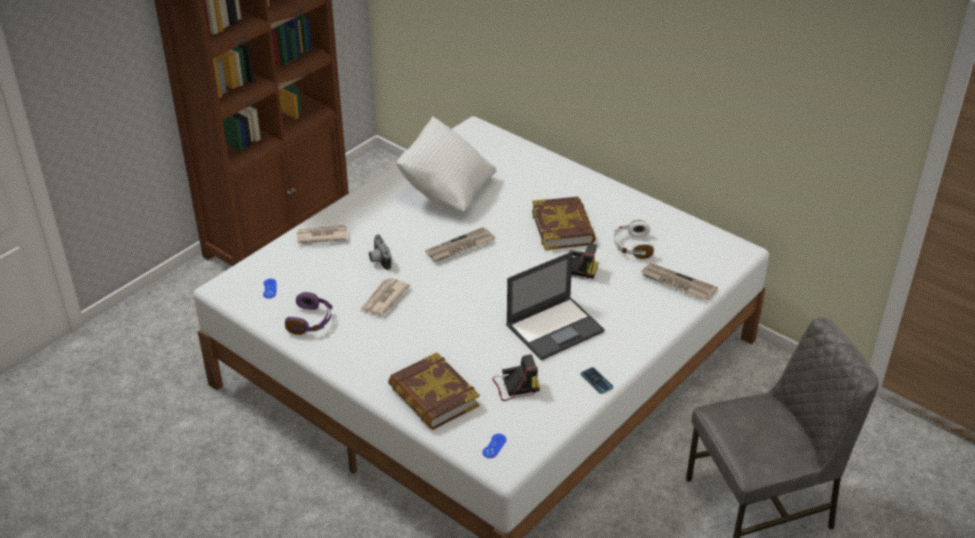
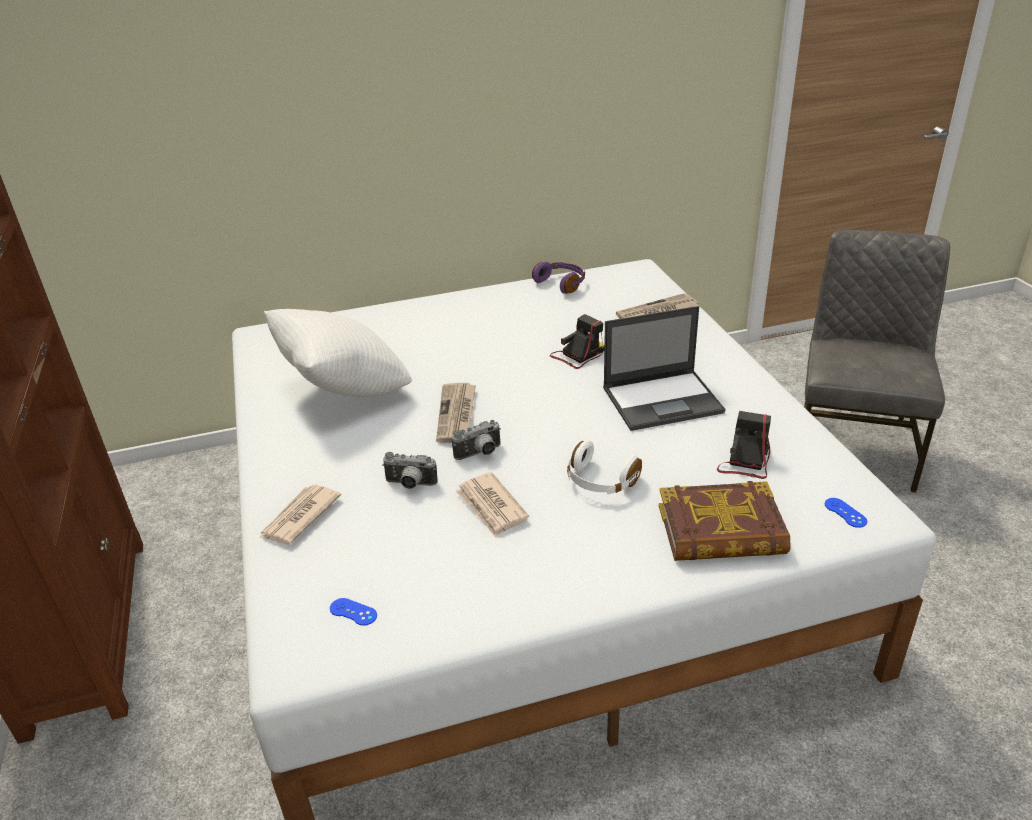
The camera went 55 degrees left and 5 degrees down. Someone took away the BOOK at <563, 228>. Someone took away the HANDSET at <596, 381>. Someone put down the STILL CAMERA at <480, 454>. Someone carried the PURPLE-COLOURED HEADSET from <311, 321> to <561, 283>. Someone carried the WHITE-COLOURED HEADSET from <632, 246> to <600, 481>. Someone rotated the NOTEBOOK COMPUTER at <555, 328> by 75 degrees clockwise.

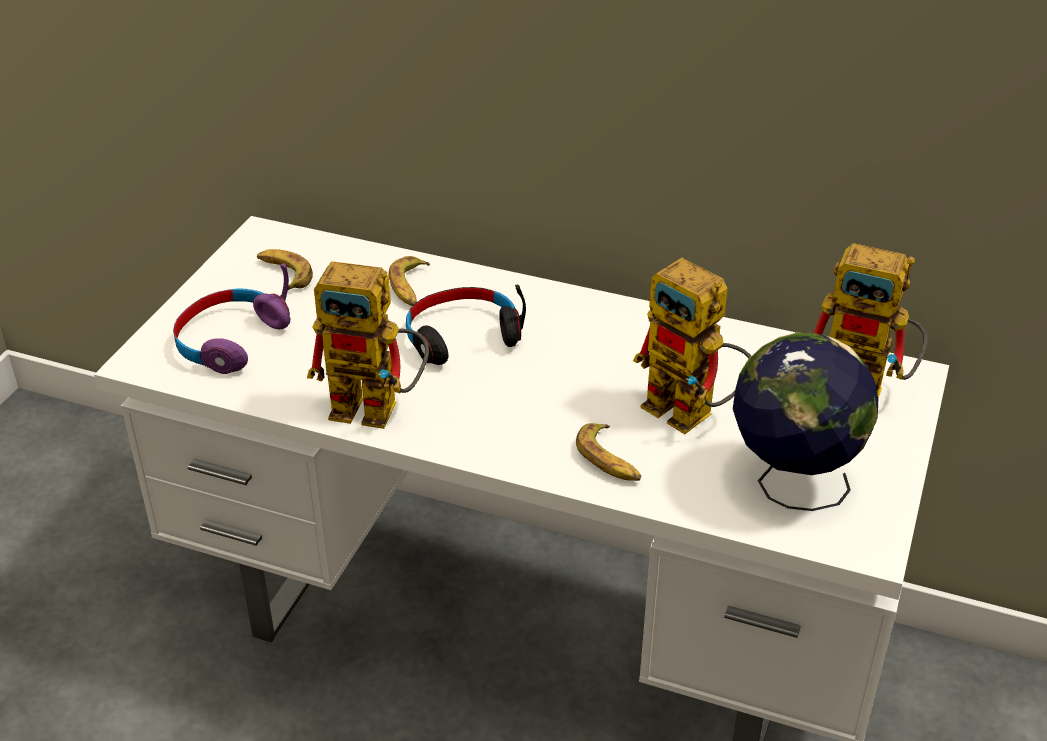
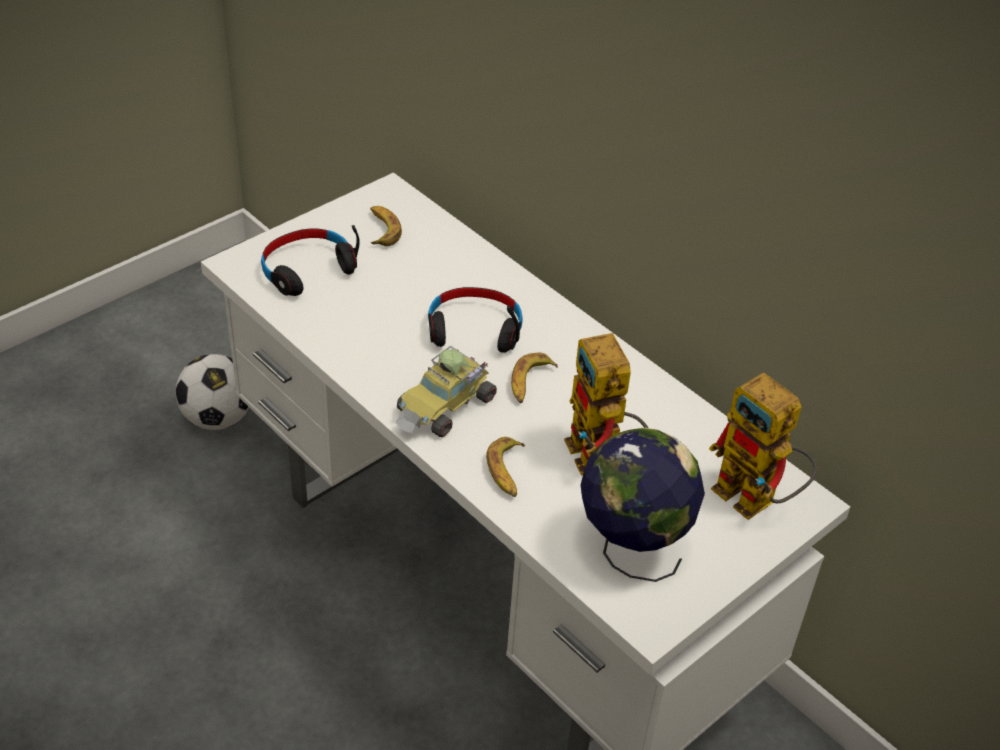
The camera went 25 degrees right and 5 degrees up. Someone took away the TOY ROBOT at <379, 408>. Someone put down the FOOTBALL BALL at <218, 418>. Someone put down the MINIATURE CAR at <446, 406>. Someone carried the BANANA FRUIT from <410, 288> to <529, 383>. Someone repainted the PURPLE-COLOURED HEADSET at <230, 340>, which became the BLACKISH HEADSET at <307, 270>.

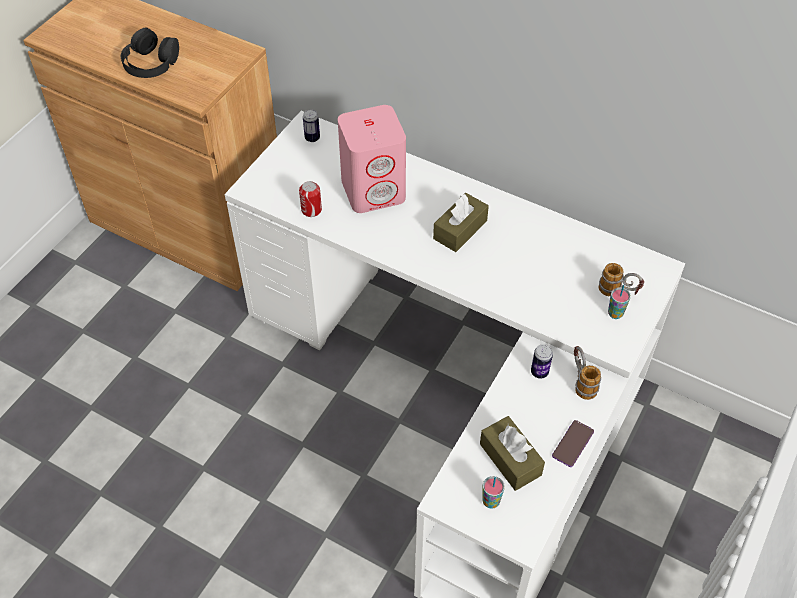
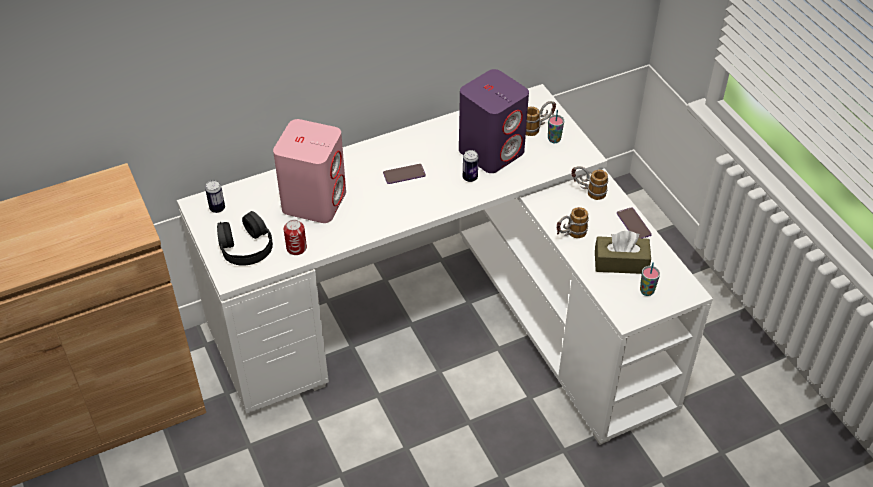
The camera went 55 degrees left and 5 degrees down. Someone put down the PURPLE-COLOURED LOUDSPEAKER at <492, 151>. Someone put down the TEA MUG at <570, 235>. Someone carried the BLACKISH HEADSET from <151, 62> to <246, 246>. Someone carried the SEALED CAN from <539, 372> to <470, 178>. Someone swapped the BROWN TISSUE HOLDER at <460, 230> for the HANDSET at <404, 174>.

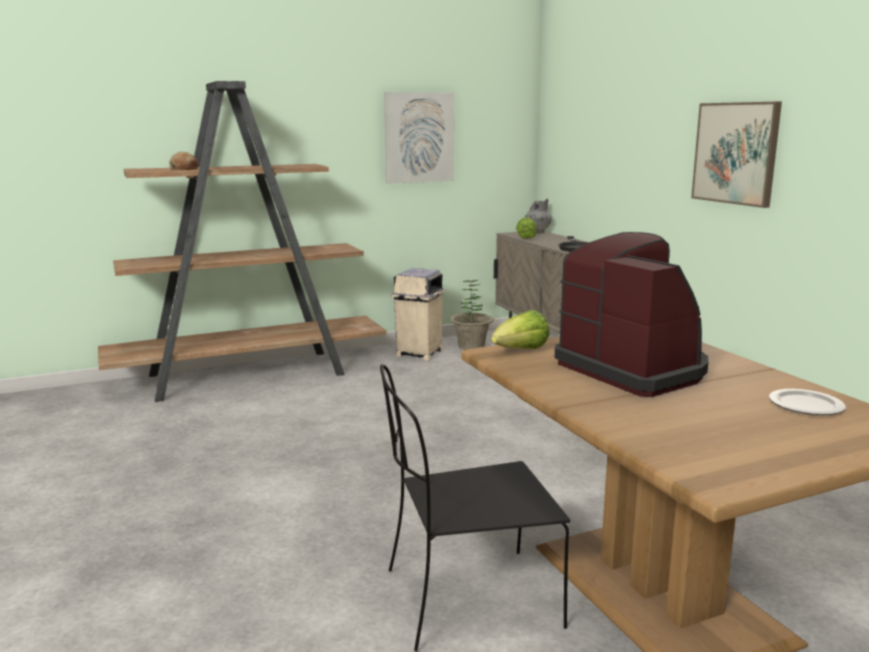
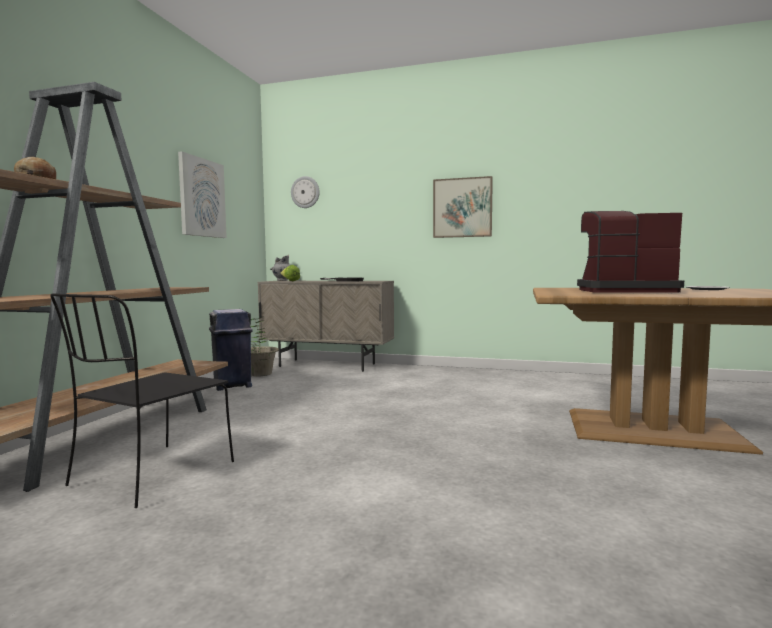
The camera went 50 degrees left and 10 degrees down. Someone took away the LETTUCE HEAD at <520, 351>. Someone put up the HANGING CLOCK at <305, 192>. Someone carried the BLACKISH CHAIR from <467, 599> to <150, 475>. Someone repainted the BEIGE TRASH CAN at <419, 353>, which became the BLUE-COLOURED TRASH CAN at <232, 385>.

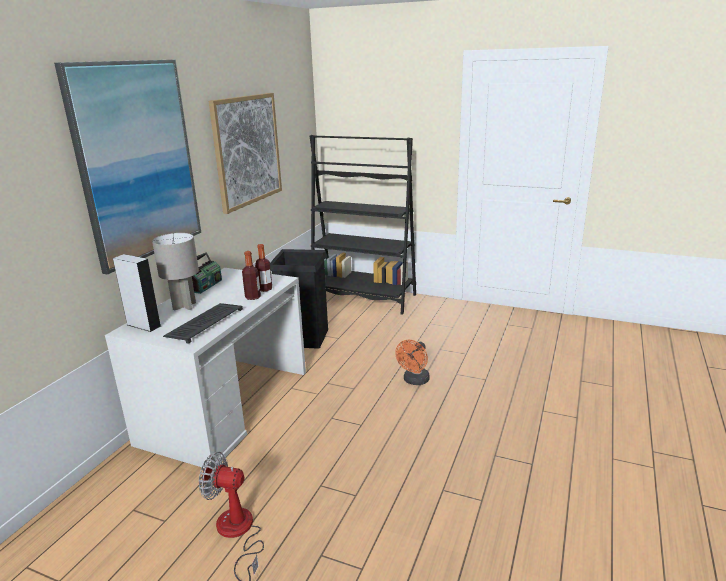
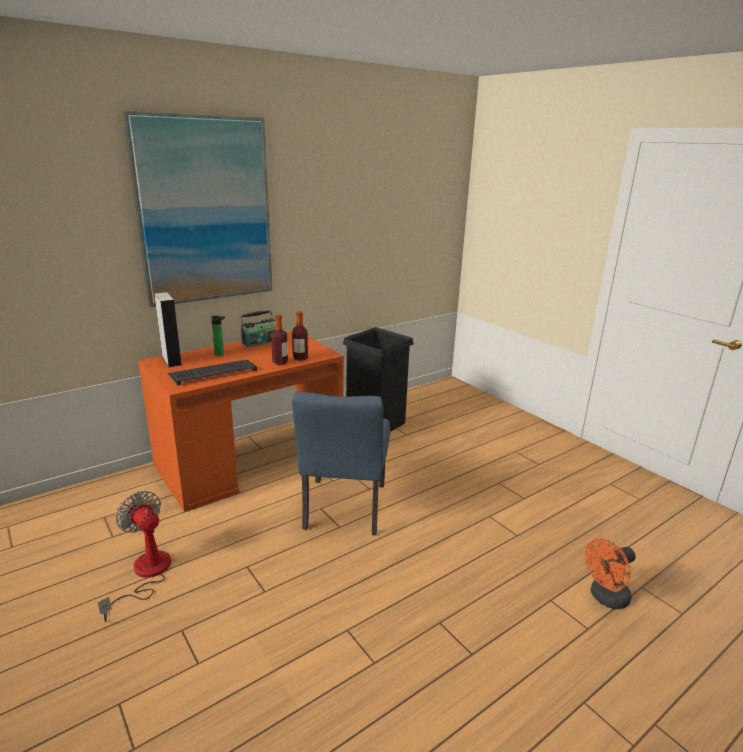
The camera went 30 degrees right and 0 degrees up. Someone took away the PICTURE at <247, 150>. Someone took away the BLACKISH BOOKCASE at <364, 298>. Someone put down the BLUE-COLOURED CHAIR at <343, 511>. Someone carried the ORANGE COOLING FAN from <414, 381> to <605, 598>. Someone swapped the GREYISH TABLETOP LAMP at <185, 306> for the BOTTLE at <221, 354>. Someone repainted the WHITE-COLOURED DESK TABLE at <226, 406>, which became the ORANGE DESK TABLE at <250, 461>.

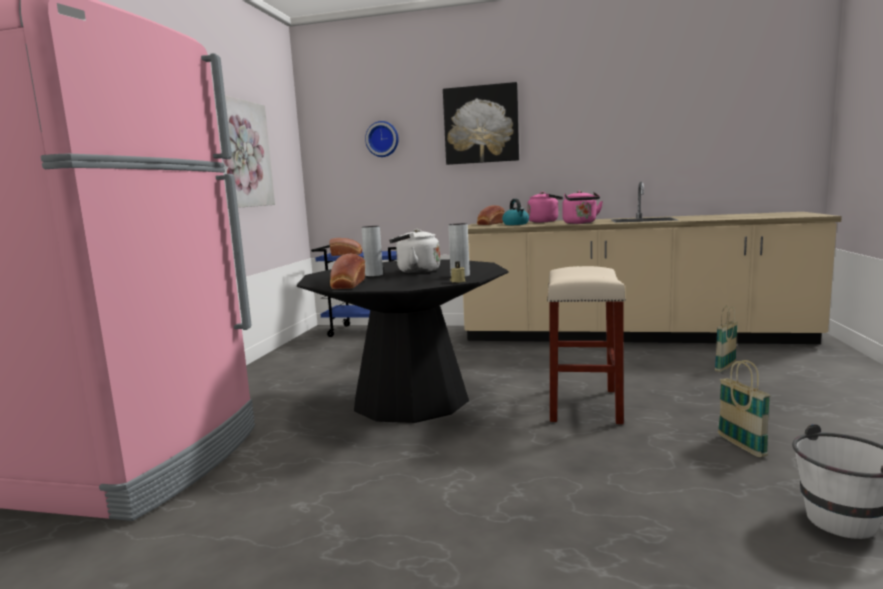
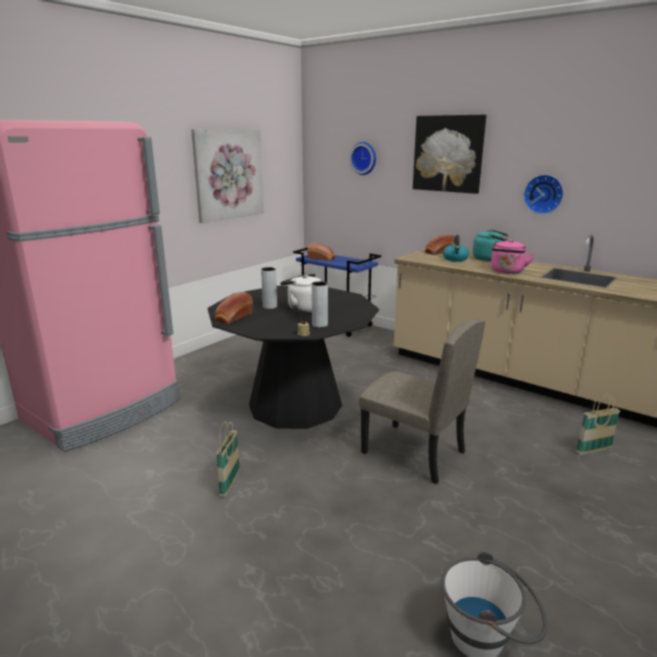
The camera went 25 degrees right and 10 degrees up. Someone put up the HANGING CLOCK at <544, 194>. Someone carried the BASKET from <741, 446> to <230, 484>. Someone swapped the BEIGE SITTING STOOL at <584, 405> for the BEIGE CHAIR at <413, 452>. Someone repainted the PINK-COLOURED TEA KETTLE at <545, 221>, which became the TURQUOISE-COLOURED TEA KETTLE at <489, 259>.

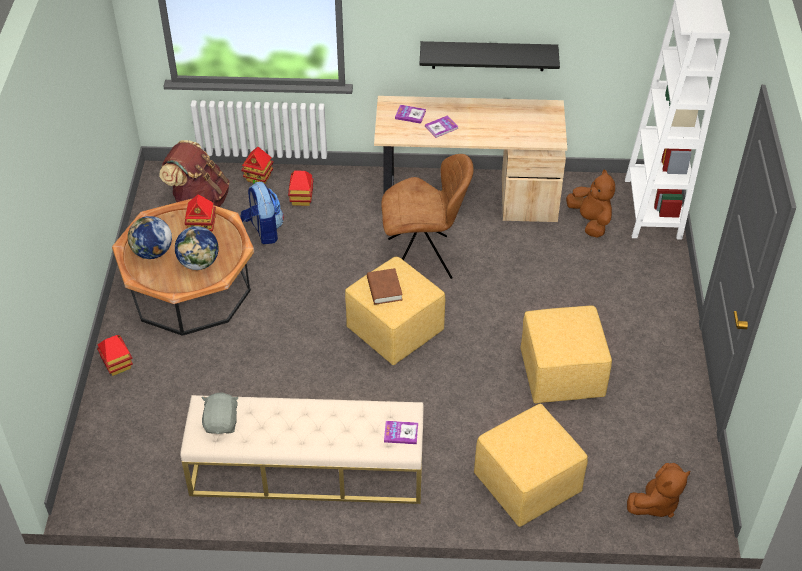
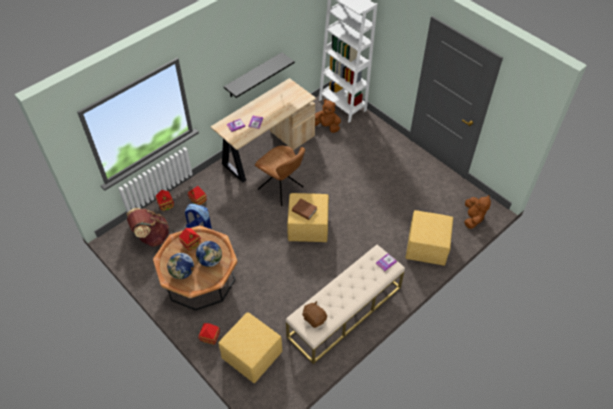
The camera went 45 degrees left and 5 degrees up. Someone carried the YELLOW FOOTREST from <560, 375> to <251, 356>. Someone repainted the GREYISH PLUSH TOY at <221, 423>, which became the BROWN PLUSH TOY at <314, 318>. Someone rotated the BROWN CHAIR at <423, 258> by 90 degrees clockwise.

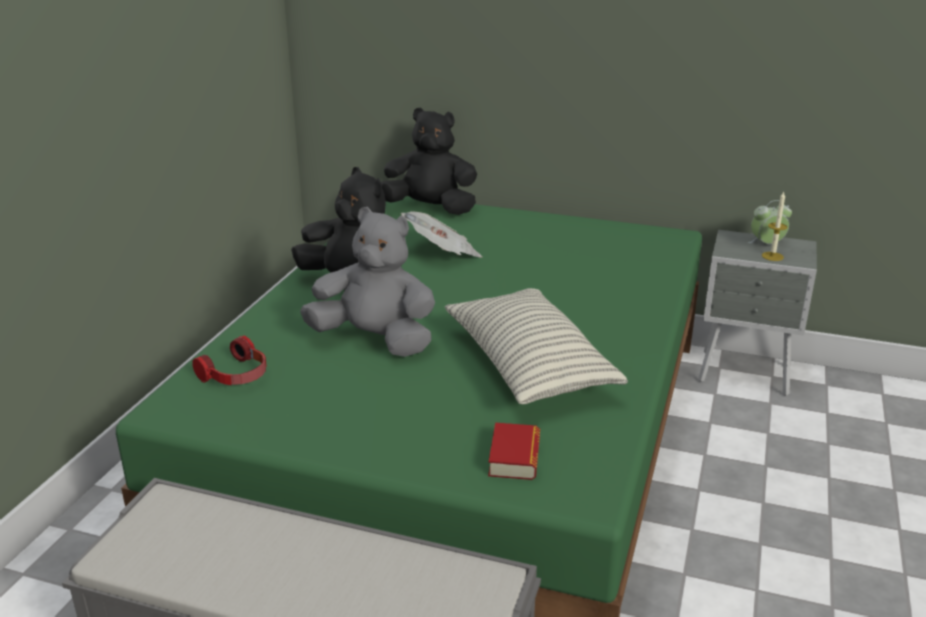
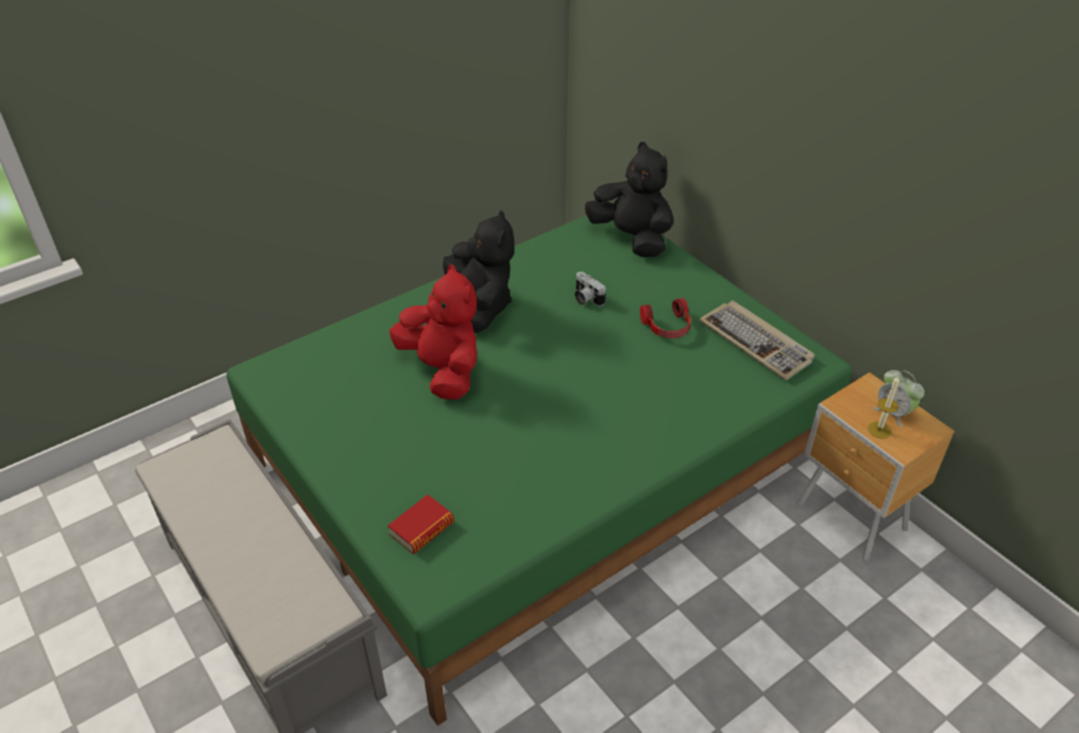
The camera went 35 degrees right and 15 degrees up. Someone took away the PILLOW at <528, 367>. Someone put down the COMPUTER KEYBOARD at <757, 343>. Someone carried the HEADSET from <236, 375> to <667, 327>. Someone swapped the PRINTED PAPER at <443, 254> for the STILL CAMERA at <586, 298>. Someone repainted the GREYISH PLUSH TOY at <375, 340>, which became the RED-COLOURED PLUSH TOY at <443, 370>. Someone repainted the GREYISH NIGHTSTAND at <746, 375>, which became the BROWN NIGHTSTAND at <852, 519>. Someone rotated the BEDSIDE CLOCK at <766, 244> by 150 degrees counterclockwise.

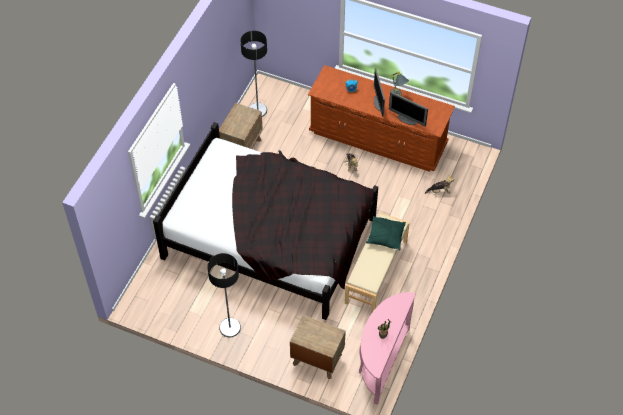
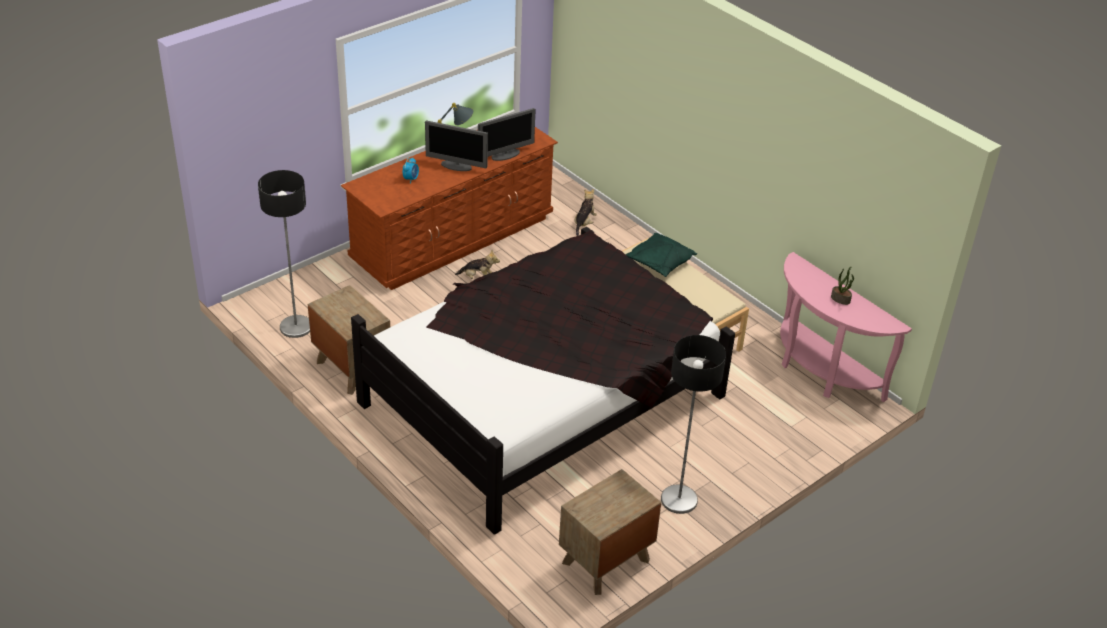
The camera went 65 degrees left and 15 degrees down. Someone carried the BROWN NIGHTSTAND from <317, 359> to <605, 561>.

